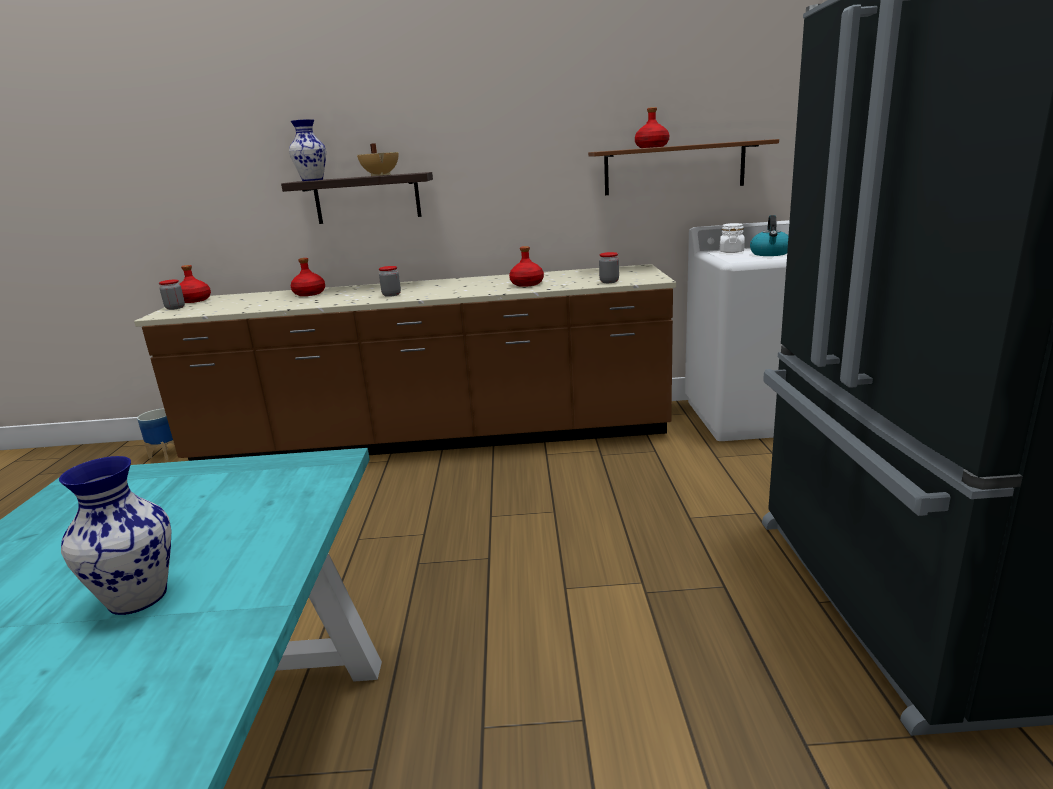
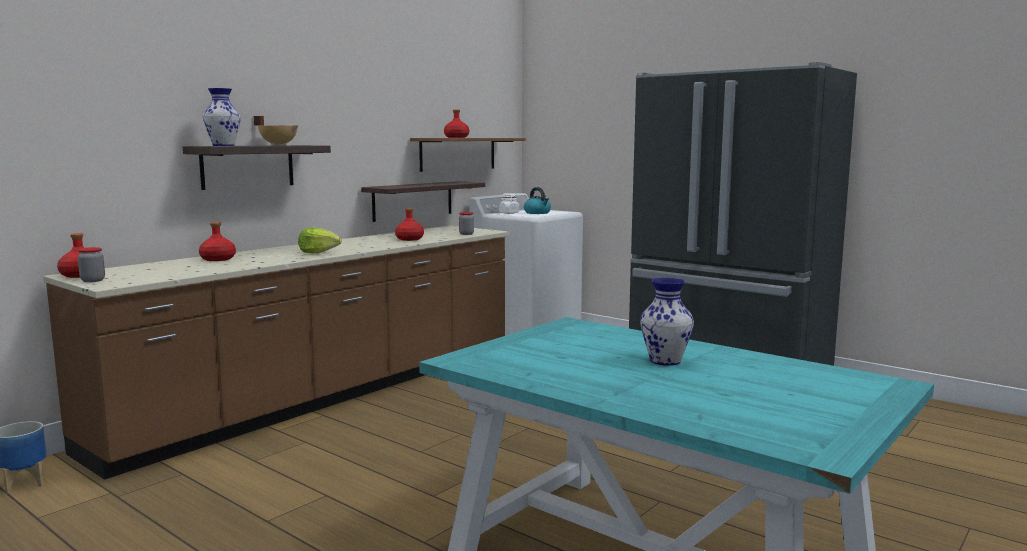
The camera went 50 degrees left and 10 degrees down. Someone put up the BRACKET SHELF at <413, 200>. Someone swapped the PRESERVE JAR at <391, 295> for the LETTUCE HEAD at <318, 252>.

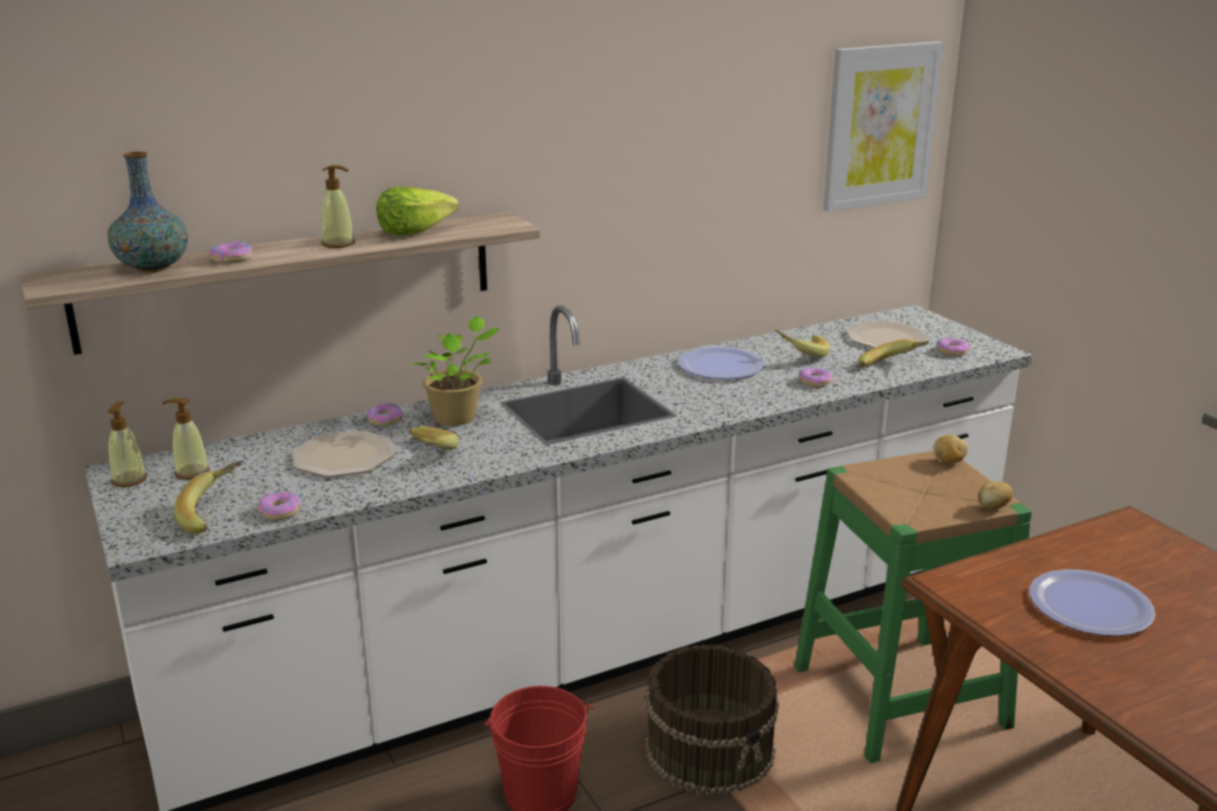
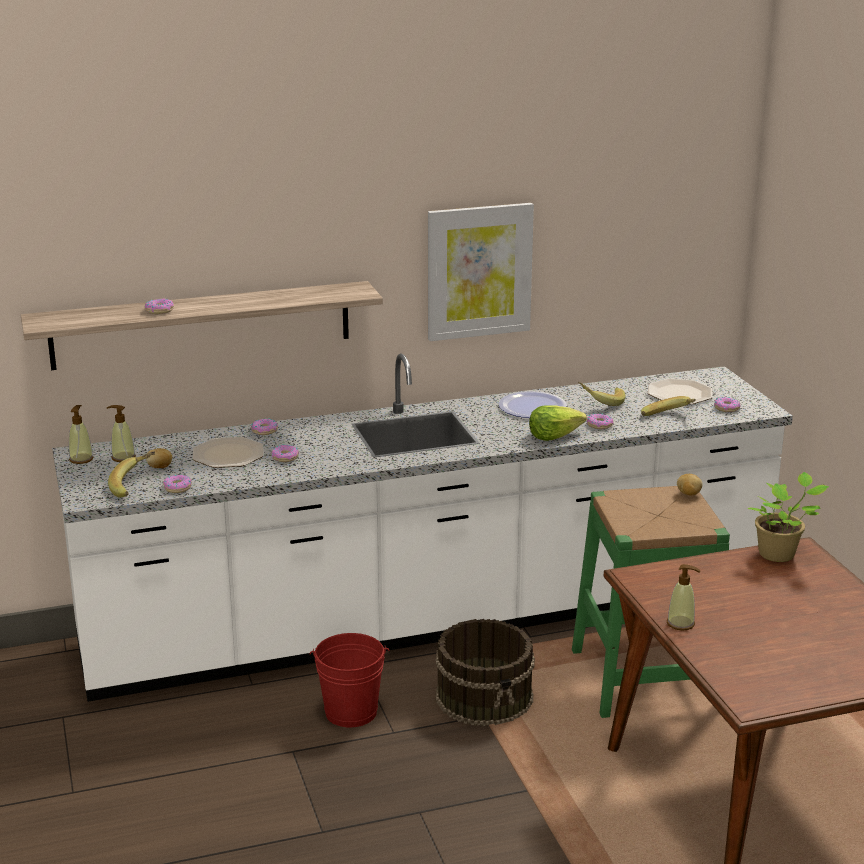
The camera went 10 degrees right and 0 degrees up. Someone took away the VASE at <153, 268>. Someone took away the PLATE at <1090, 605>. Someone carried the LIQUID SOAP BOTTLE from <338, 244> to <681, 623>. Someone carried the LETTUCE HEAD from <414, 231> to <554, 436>. Someone carried the POTTED PLANT from <458, 418> to <779, 554>. Someone carried the PICTURE from <880, 126> to <479, 271>. Someone carried the POTATO from <992, 507> to <160, 467>. Someone swapped the BANANA FRUIT at <425, 454> for the DOUGHNUT at <285, 457>.

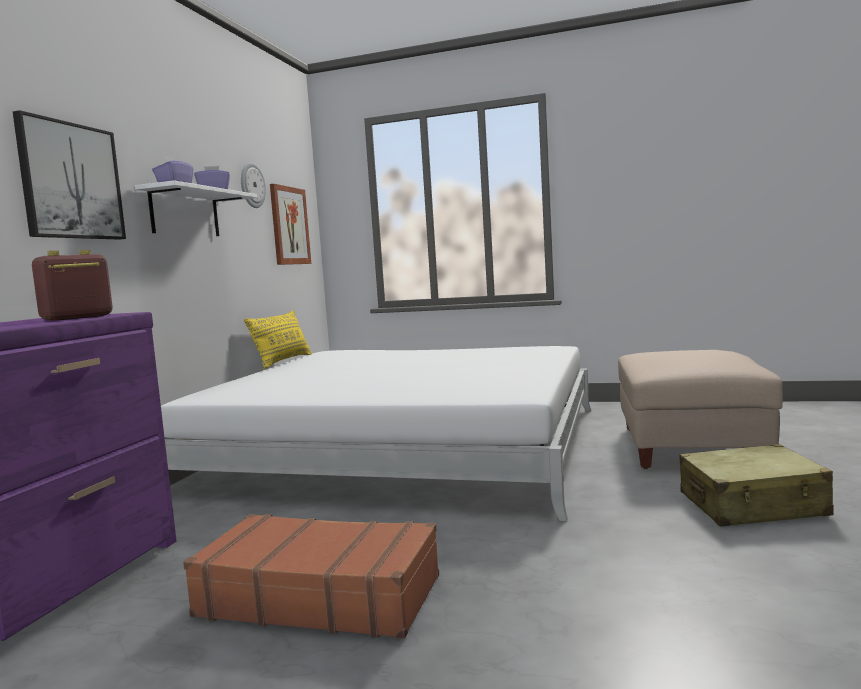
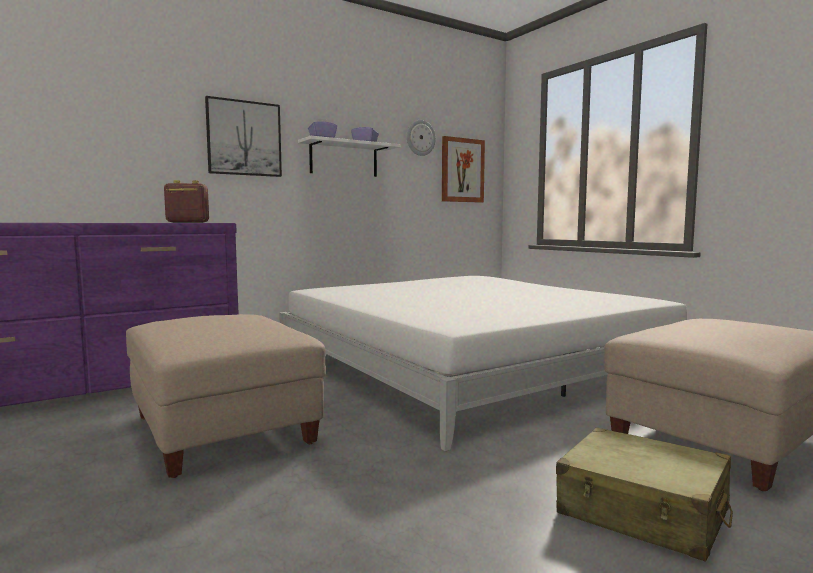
The camera went 40 degrees right and 0 degrees up. Someone took away the YELLOW PILLOW at <283, 361>. Someone swapped the BROWN PIECE OF LUGGAGE at <319, 595> for the BEIGE FOOTREST at <222, 430>.

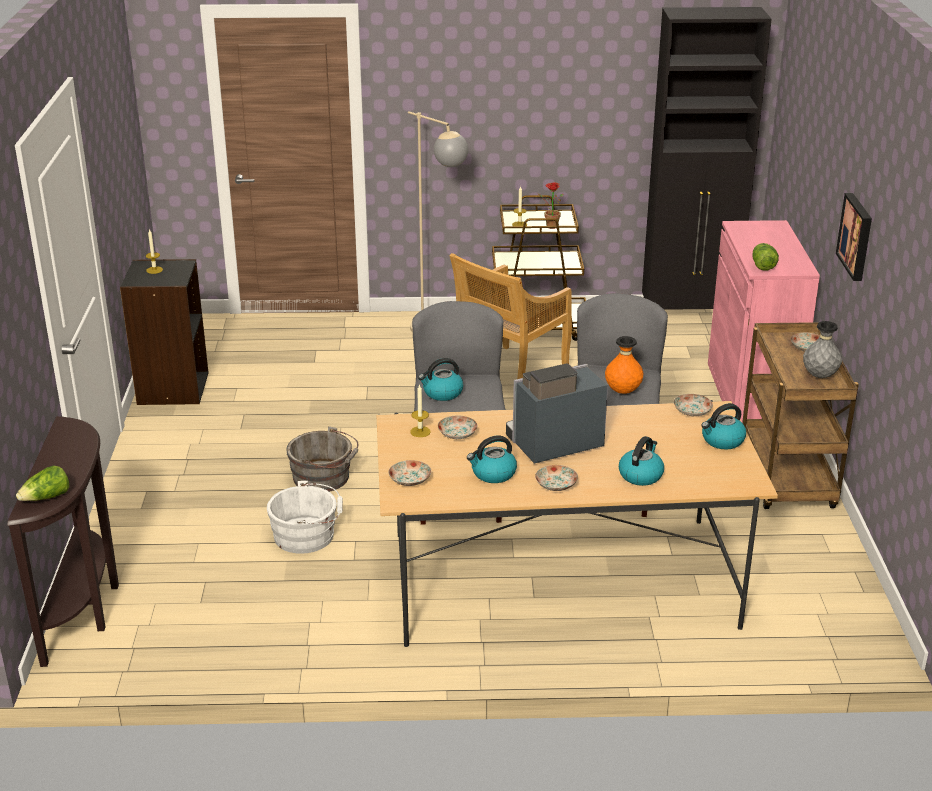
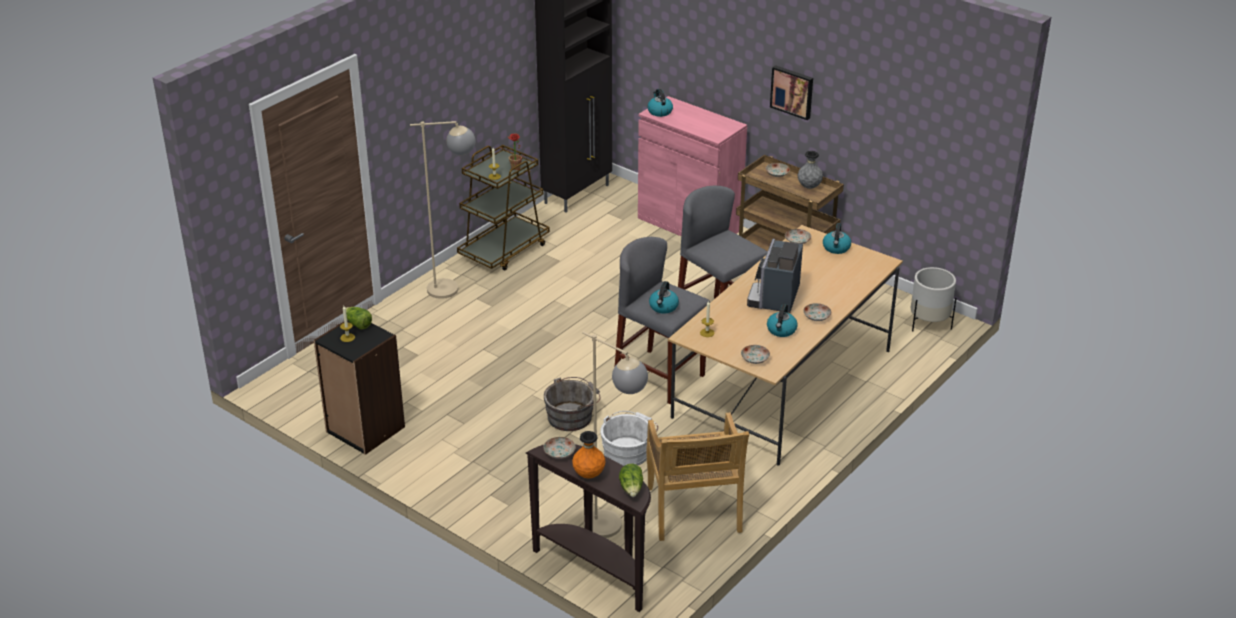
The camera went 50 degrees left and 5 degrees up. Someone put down the BEIGE STANDARD LAMP at <613, 531>. Someone put down the WHITE-COLOURED FLOWER POT at <929, 323>. Someone carried the PLATE from <458, 434> to <560, 453>. Someone carried the BEIGE CHAIR from <509, 374> to <694, 511>. Someone carried the ORANGE VASE from <623, 391> to <589, 475>. Someone carried the TEA KETTLE from <640, 475> to <659, 111>. Someone carried the LETTUCE HEAD from <762, 265> to <357, 324>.

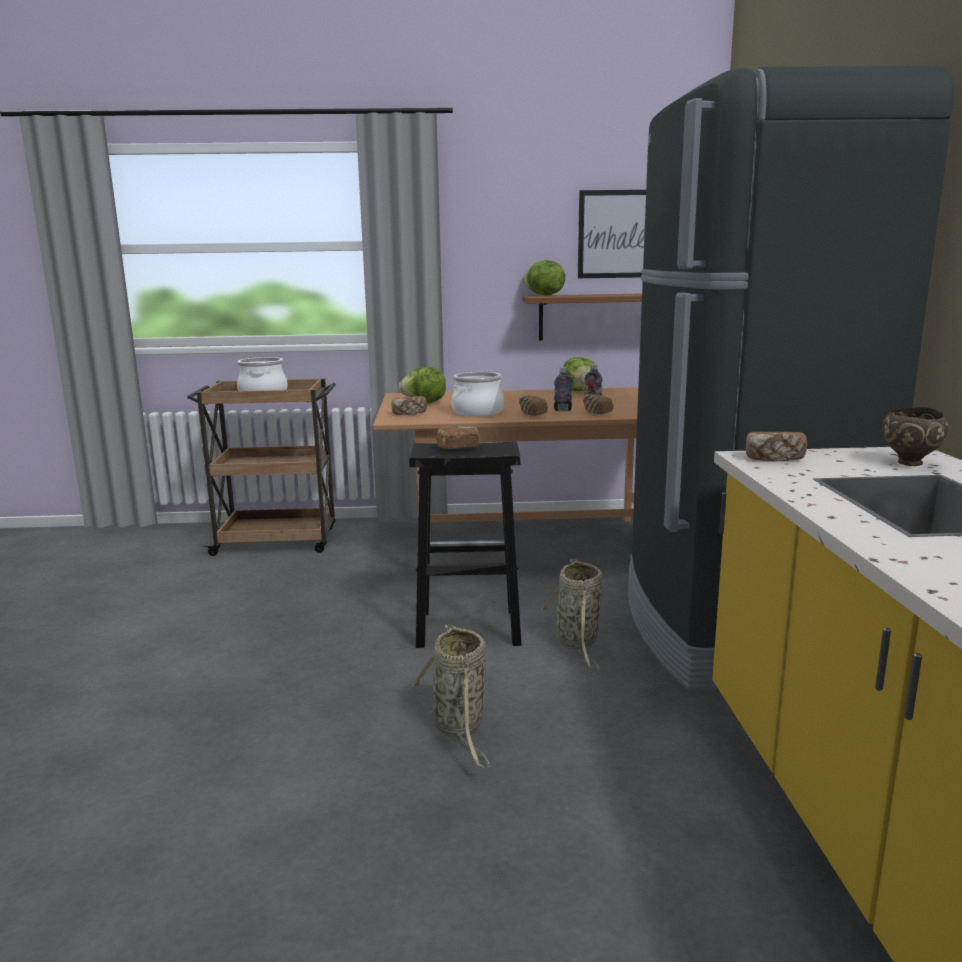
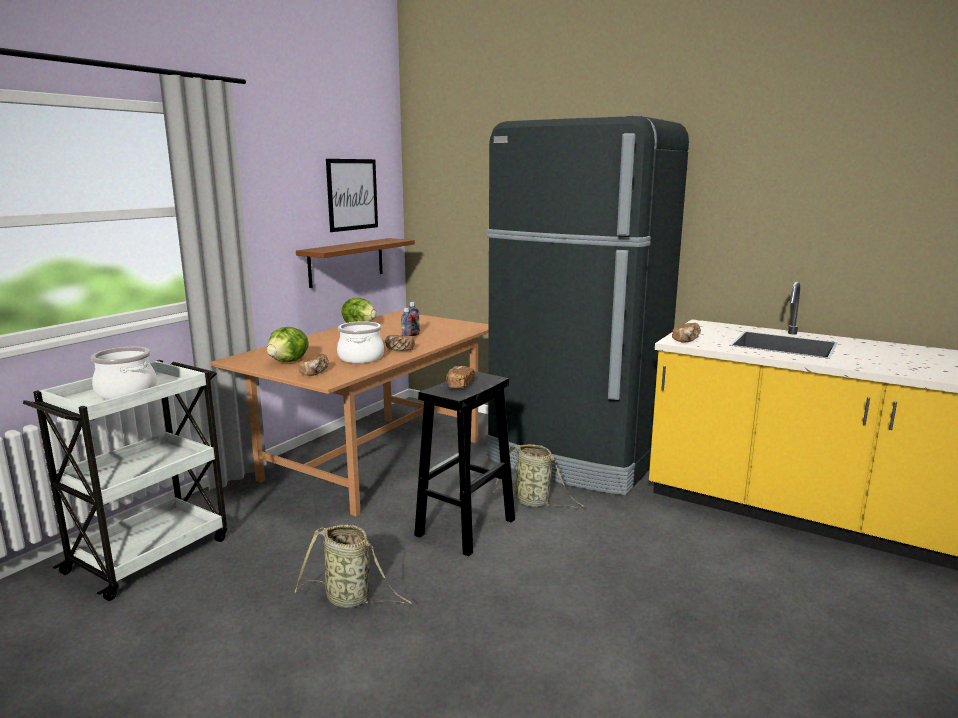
The camera went 55 degrees left and 0 degrees up. Someone took away the LETTUCE HEAD at <543, 295>. Someone took away the BAKERY BREAD at <596, 412>. Someone took away the BROWN BOWL at <910, 463>. Someone carried the BASKET from <459, 727> to <351, 599>. Someone repainted the BROWN WHEELED CART at <278, 541>, which became the WHITE-COLOURED WHEELED CART at <151, 553>.

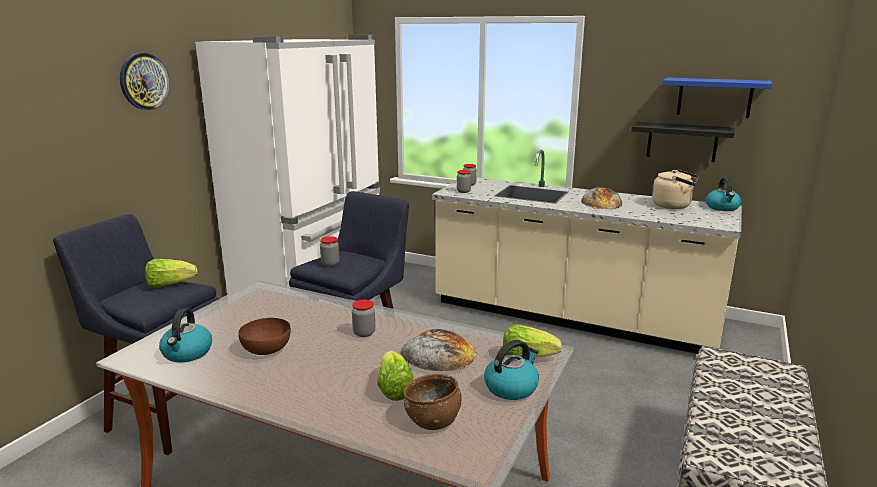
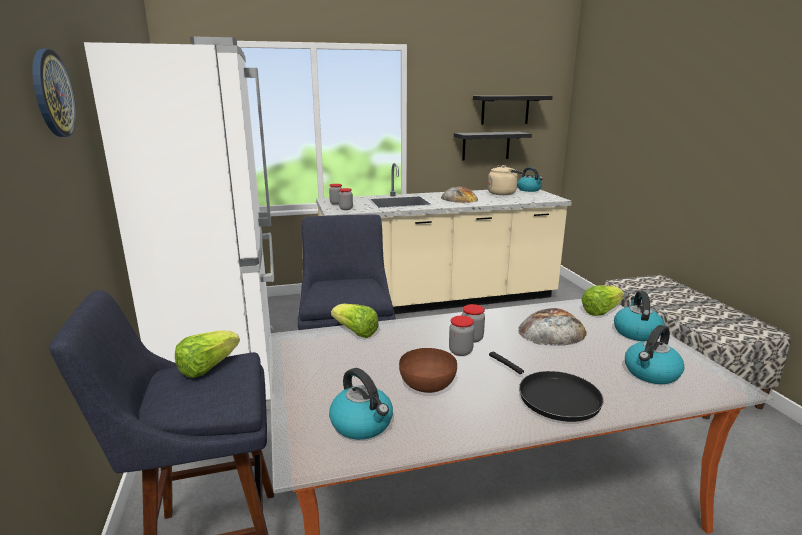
The camera went 40 degrees left and 0 degrees up. Someone put down the BLACKISH PAN at <553, 397>. Someone carried the PRESERVE JAR from <330, 264> to <460, 351>. Someone carried the LETTUCE HEAD from <394, 389> to <355, 332>. Someone swapped the BROWN BOWL at <433, 420> for the TEA KETTLE at <651, 373>. Someone repainted the BLUE-COLOURED BRACKET SHELF at <714, 97>, which became the BLACKISH BRACKET SHELF at <505, 110>.

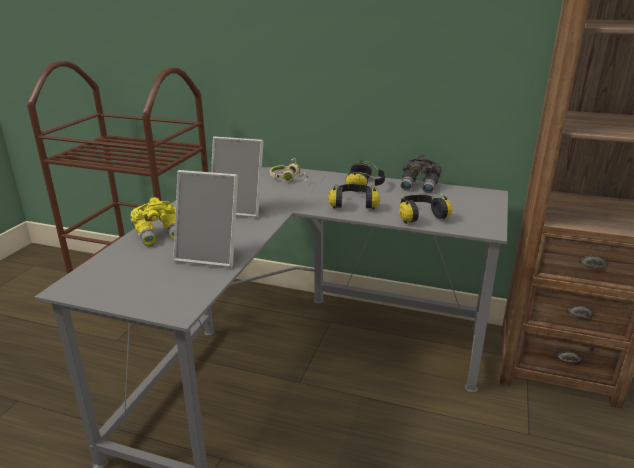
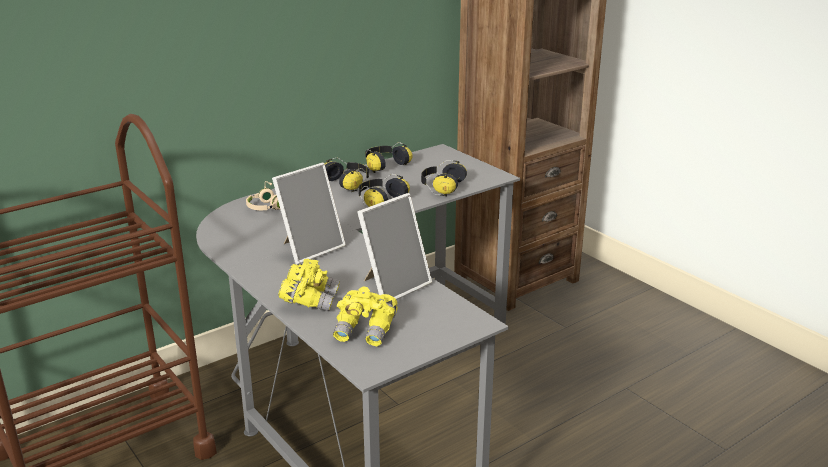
The camera went 55 degrees left and 0 degrees up. Someone put down the YELLOW BINOCULARS at <366, 331>. Someone swapped the GREYISH BINOCULARS at <420, 186> for the HEADSET at <384, 165>.

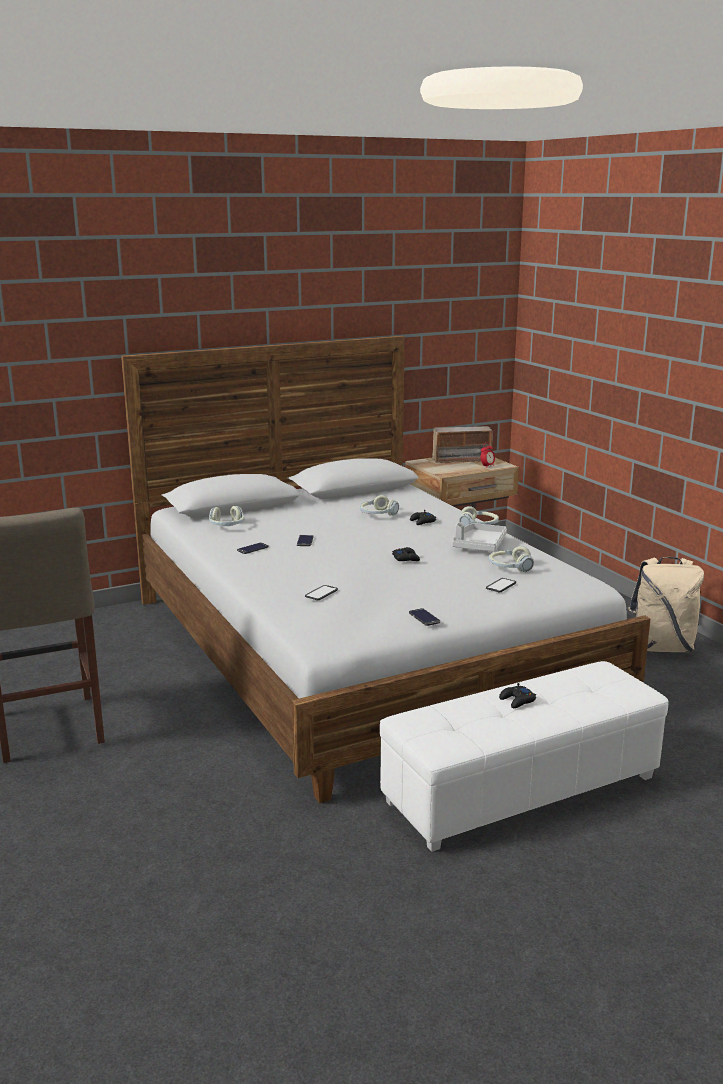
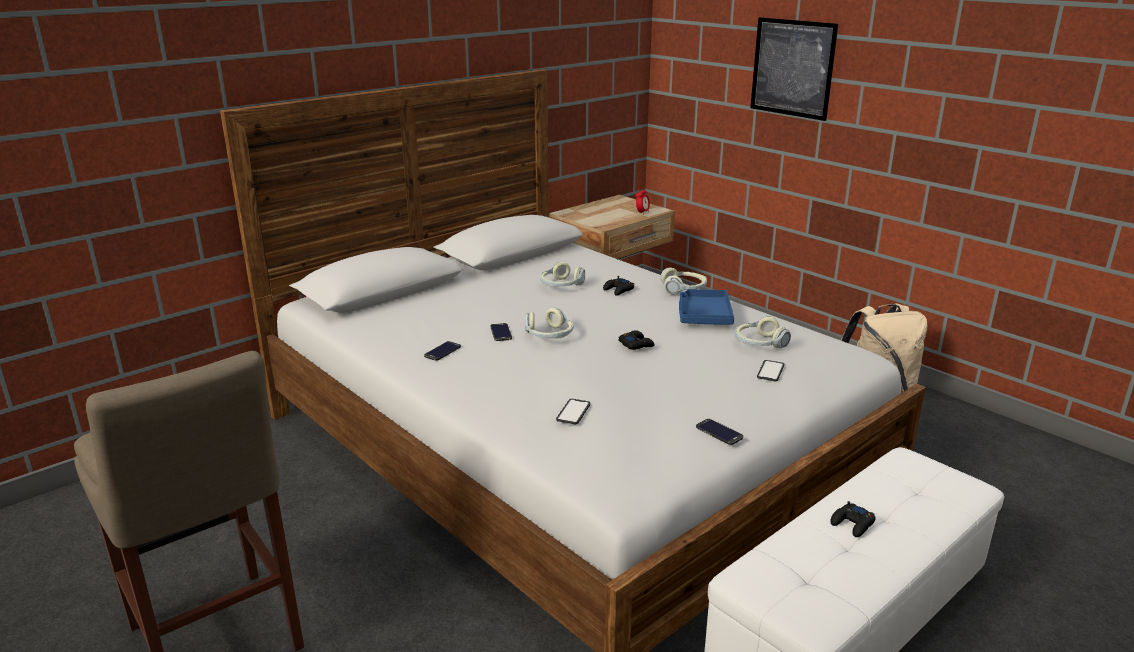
The camera went 15 degrees left and 5 degrees up. Someone took away the RADIO at <462, 460>. Someone put up the PICTURE at <792, 68>. Someone carried the HEADSET from <227, 526> to <549, 335>. Someone repainted the GREYISH SERVING TRAY at <479, 545>, which became the BLUE-COLOURED SERVING TRAY at <704, 316>.

